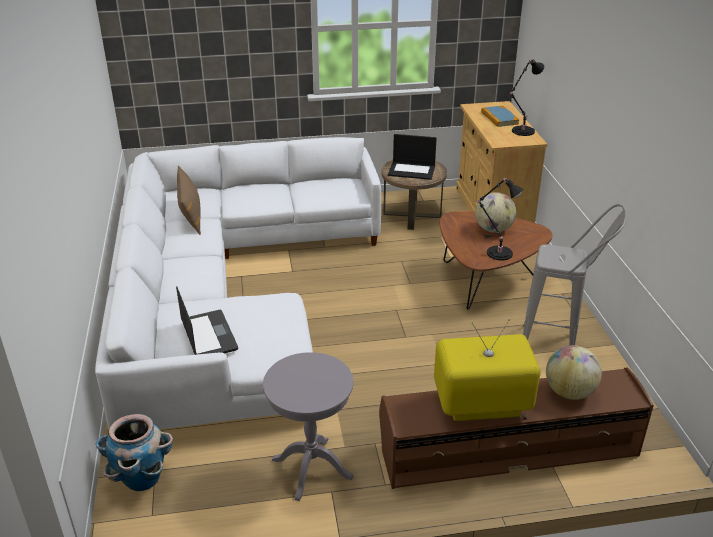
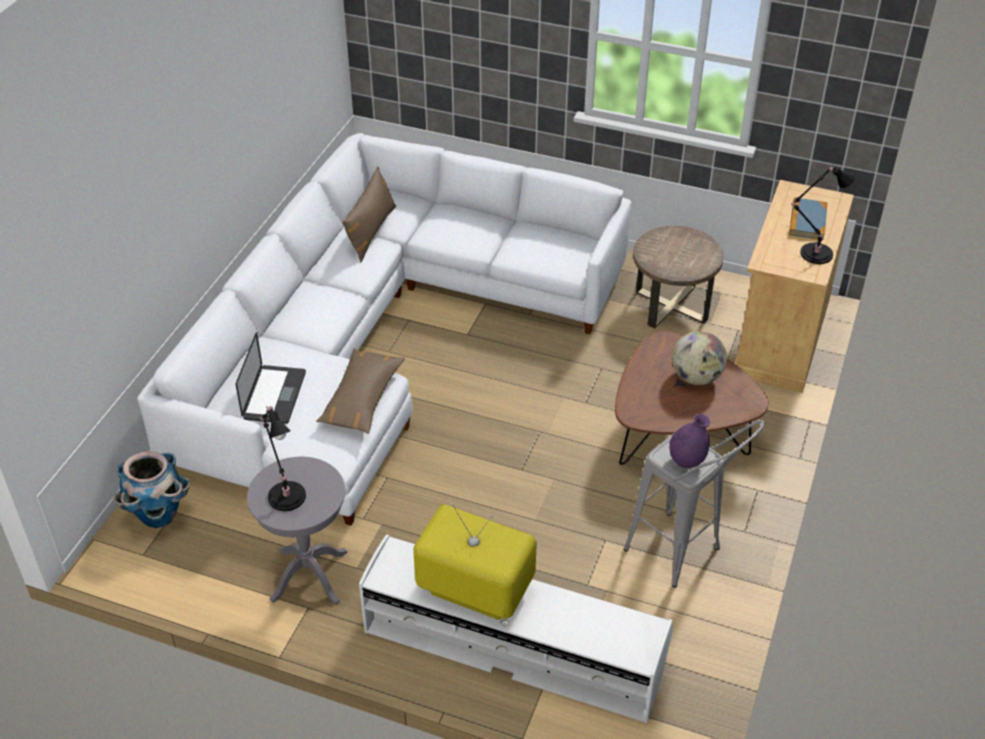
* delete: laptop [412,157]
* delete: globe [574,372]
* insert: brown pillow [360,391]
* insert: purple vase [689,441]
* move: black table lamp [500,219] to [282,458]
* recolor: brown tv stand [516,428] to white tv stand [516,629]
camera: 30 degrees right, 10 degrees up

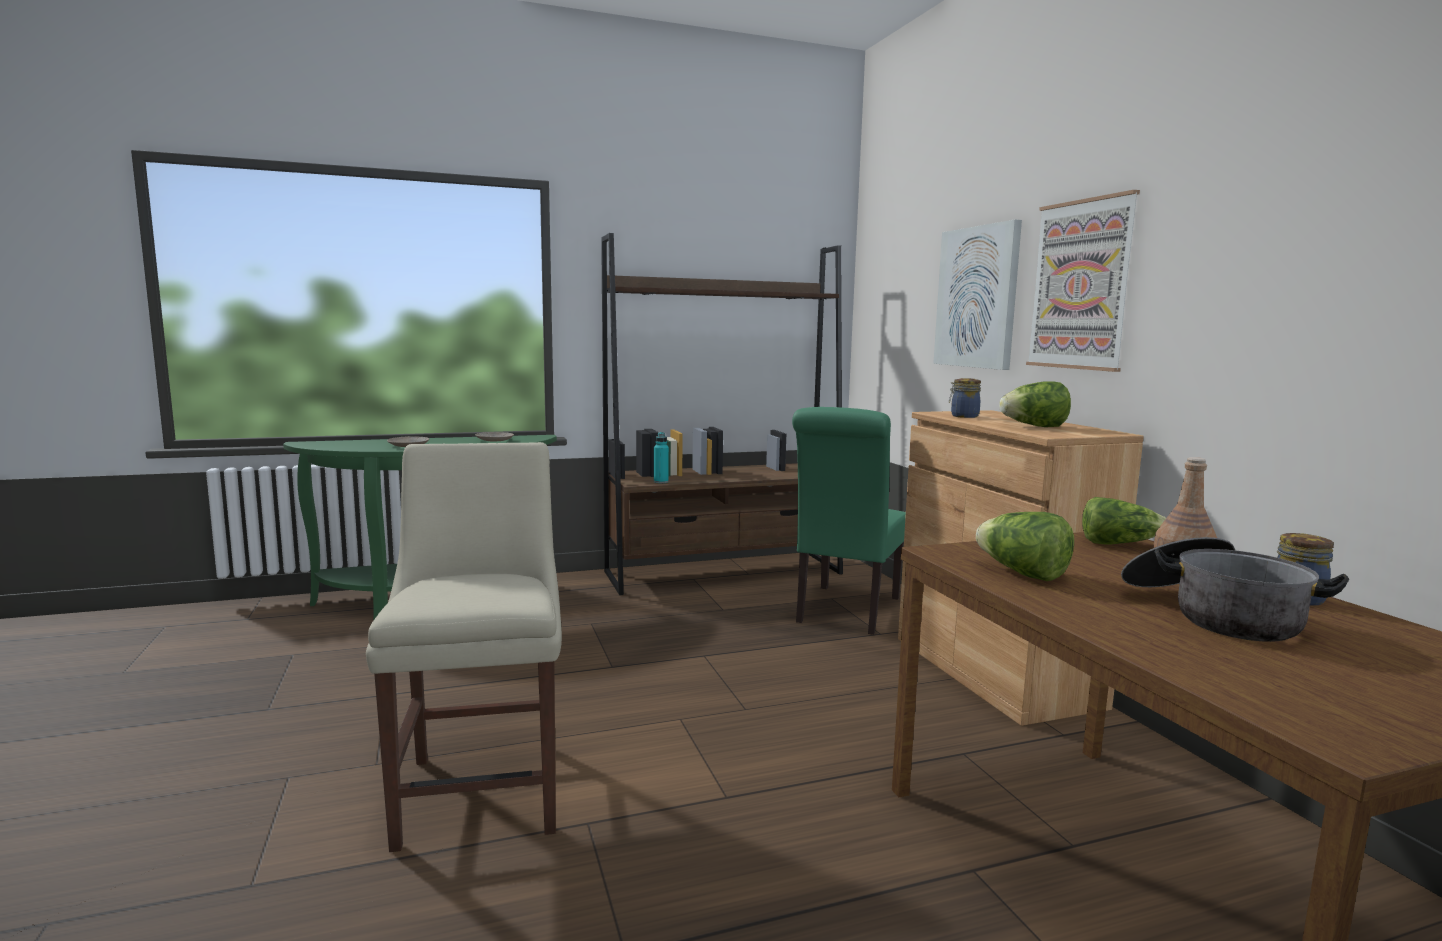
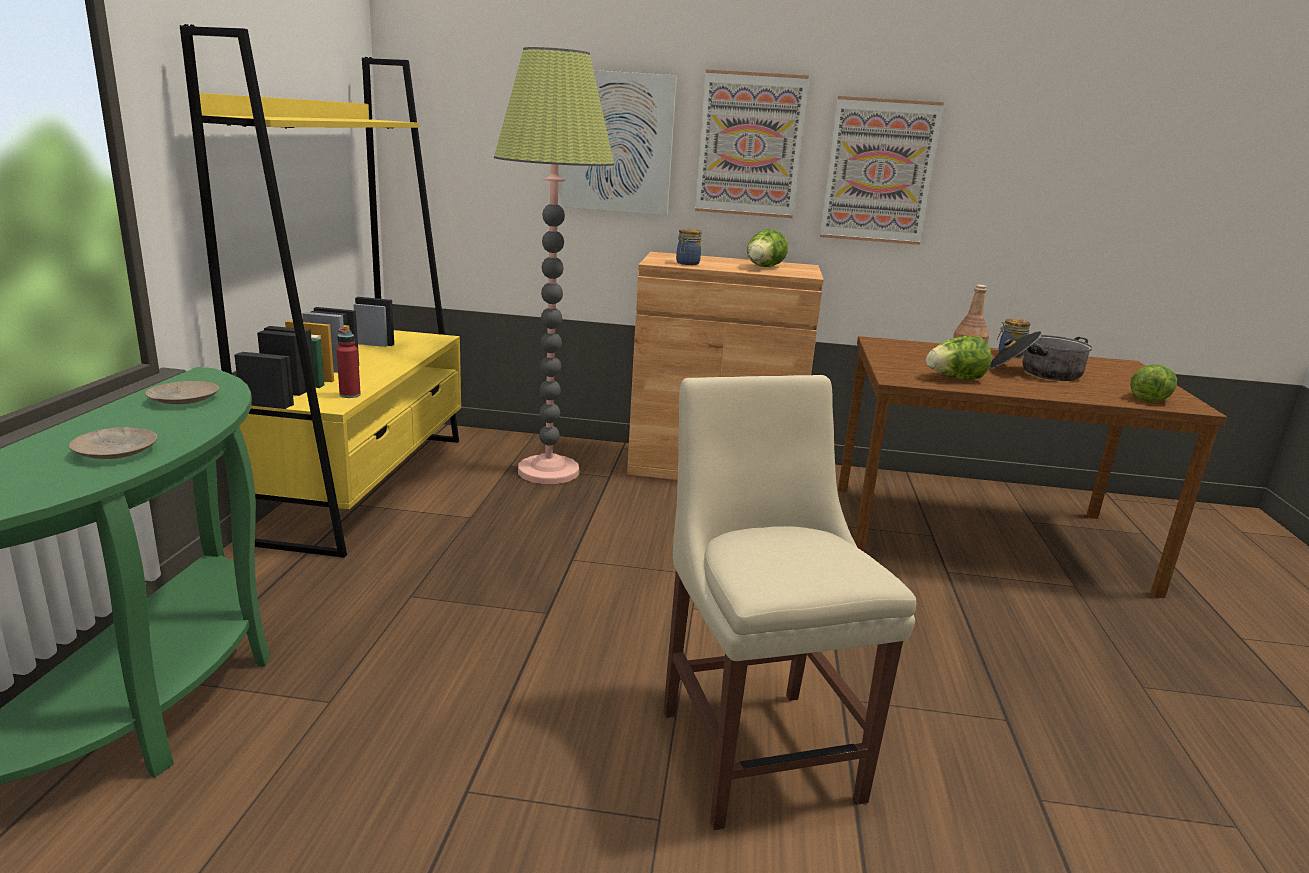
* insert: picture [882,170]
* move: lettuce [1124,520] to [1153,383]
* replace: green chair [849,521] to floor lamp [554,265]
* recolor: brown bookcase [722,414] to yellow bookcase [320,291]
* recolor: turquoise bottle [661,457] to red bottle [348,363]
* rotate: beige chair [464,647] = [789,602] 60 degrees clockwise
camera: 65 degrees left, 10 degrees up

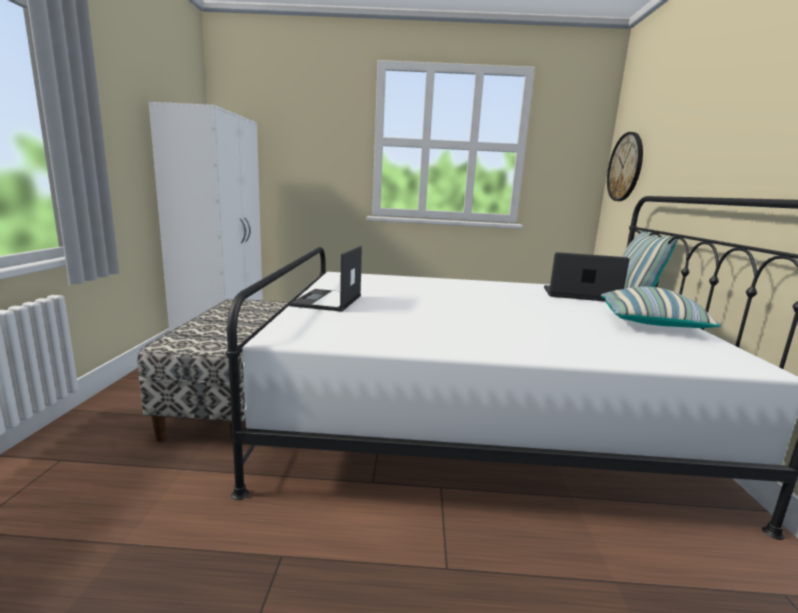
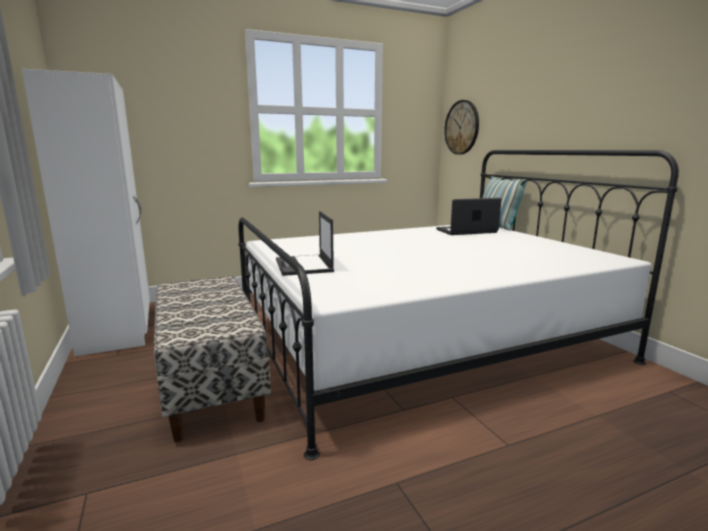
* delete: pillow [661,307]
camera: 25 degrees left, 0 degrees up

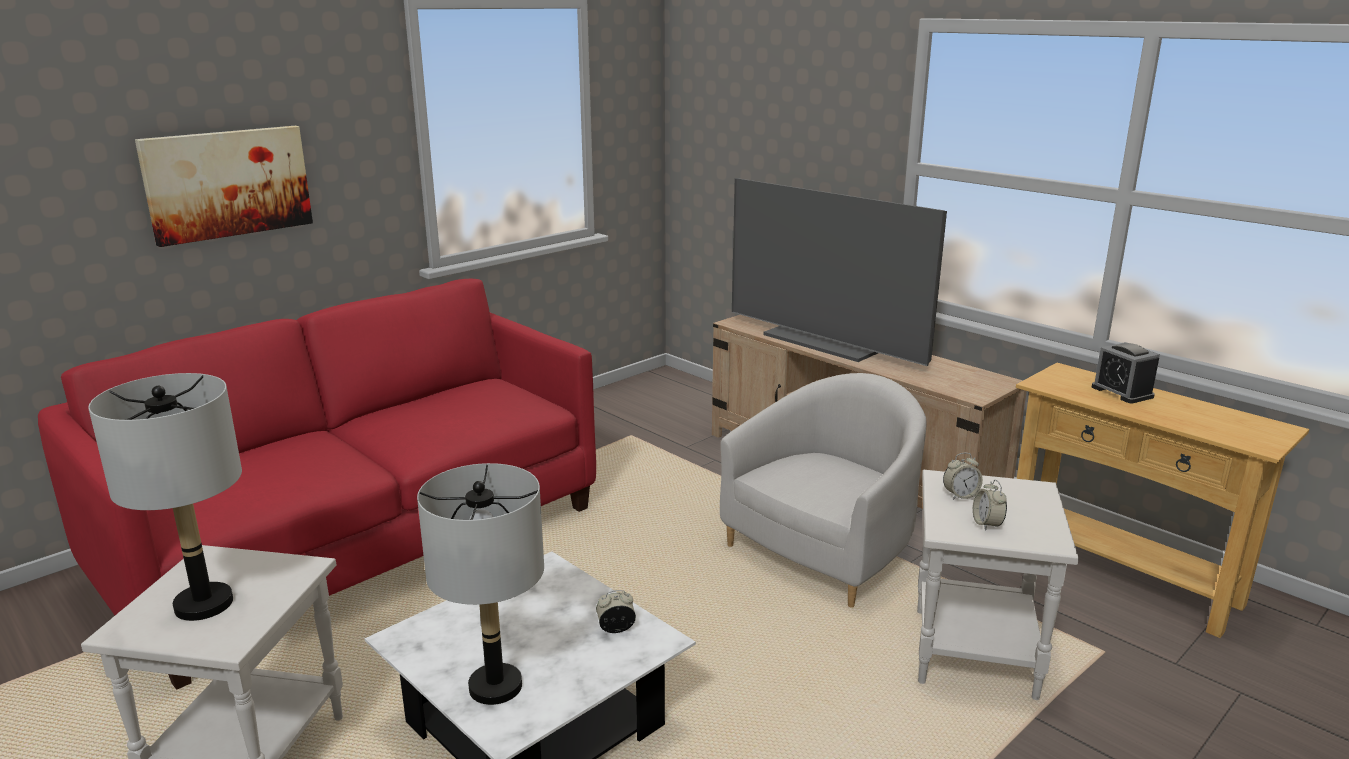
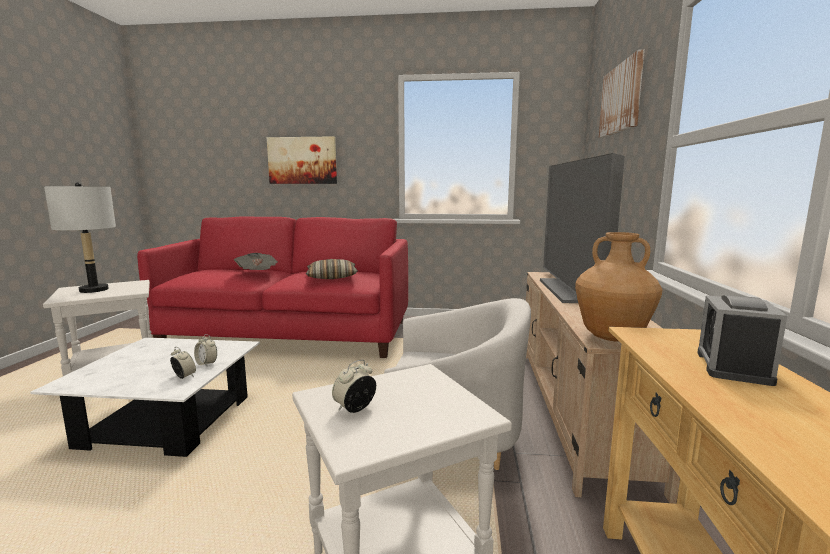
* delete: grey table lamp [480,584]
* insert: newspaper [256,261]
* insert: pillow [332,269]
* insert: brown vase [618,286]
* insert: picture [622,93]
* move: alarm clock [963,476] to [205,350]
camera: 50 degrees right, 10 degrees down

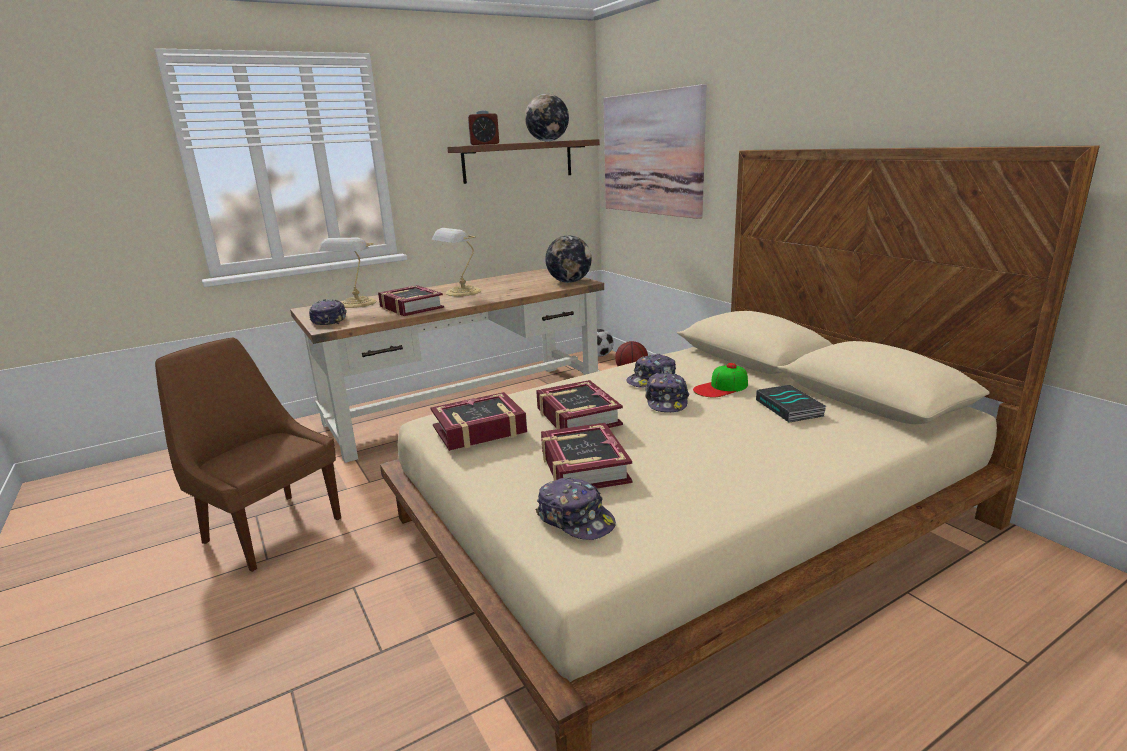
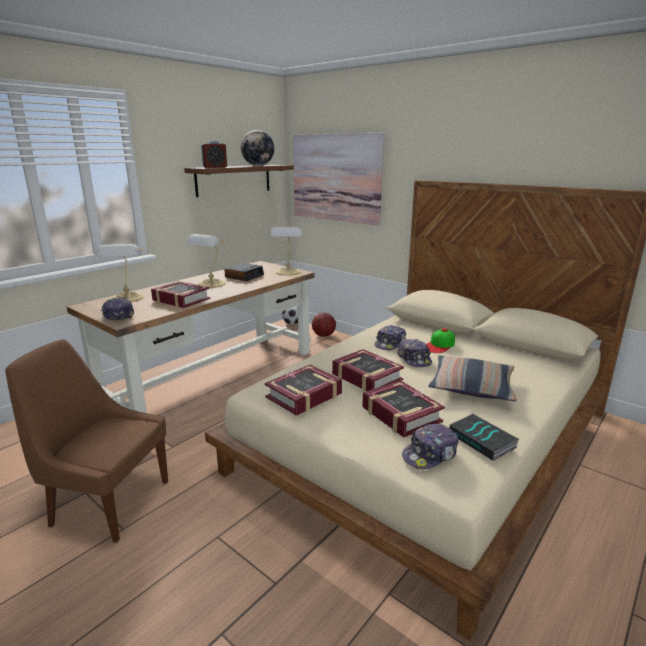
* insert: alarm clock [244,272]
* insert: pillow [472,378]
* move: book [791,404] to [484,437]
* replace: globe [568,259] to table lamp [286,251]
* rotate: cap [575,509] = [430,446] 120 degrees clockwise
camera: 20 degrees left, 0 degrees up

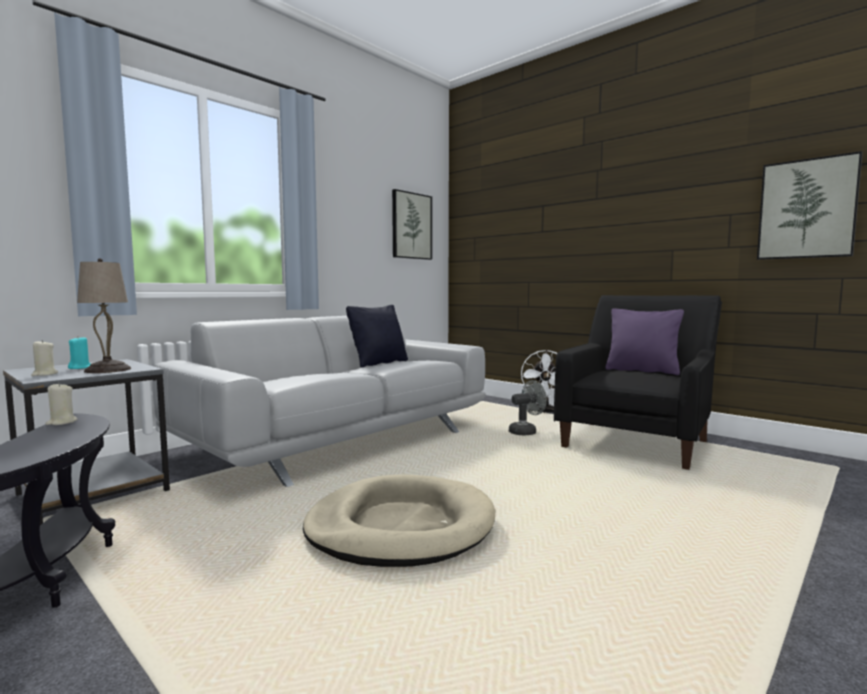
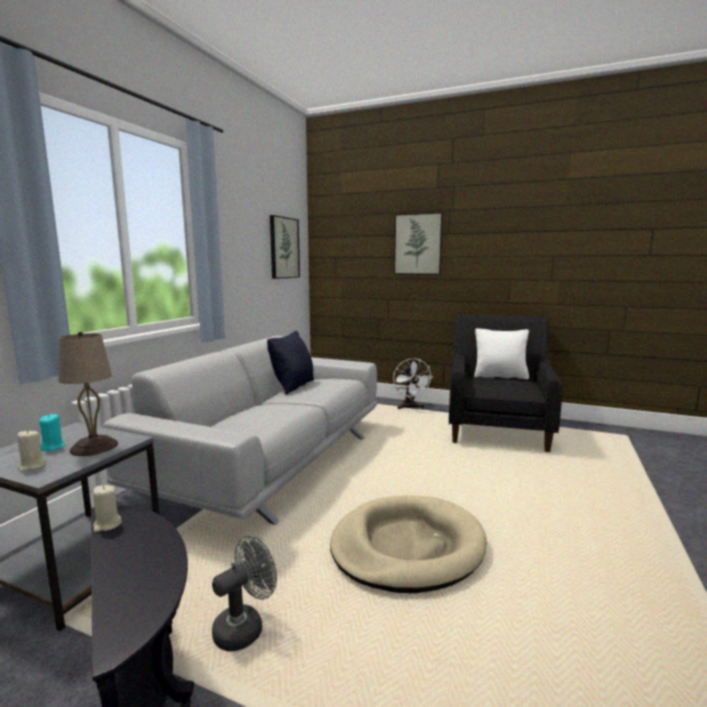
* move: grey fan [528,407] to [244,593]
* move: picture [810,205] to [418,243]
* recolor: purple pillow [644,341] to white pillow [501,354]
camera: 20 degrees left, 5 degrees up

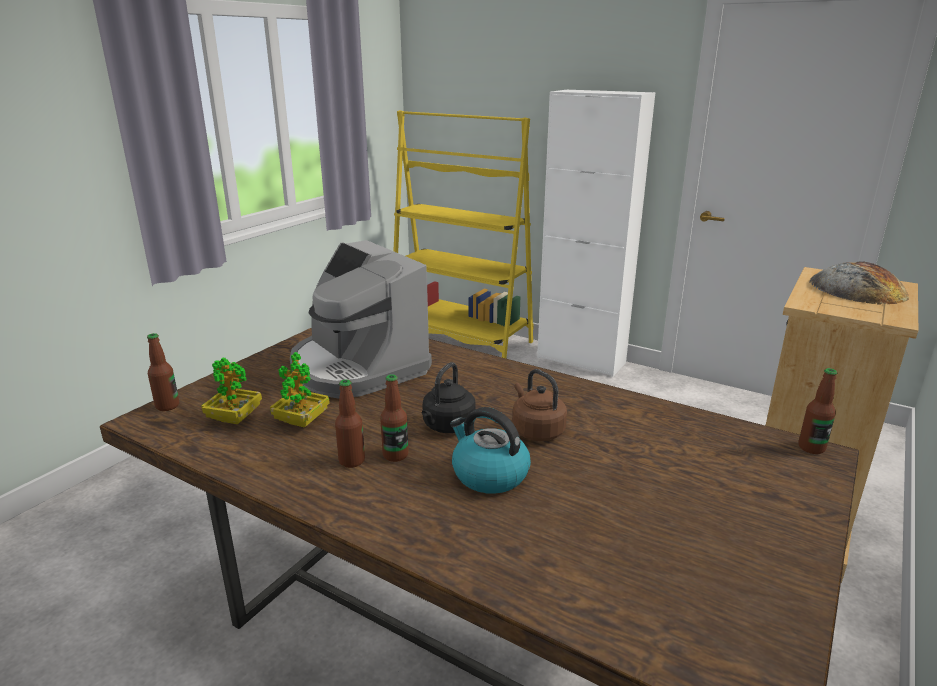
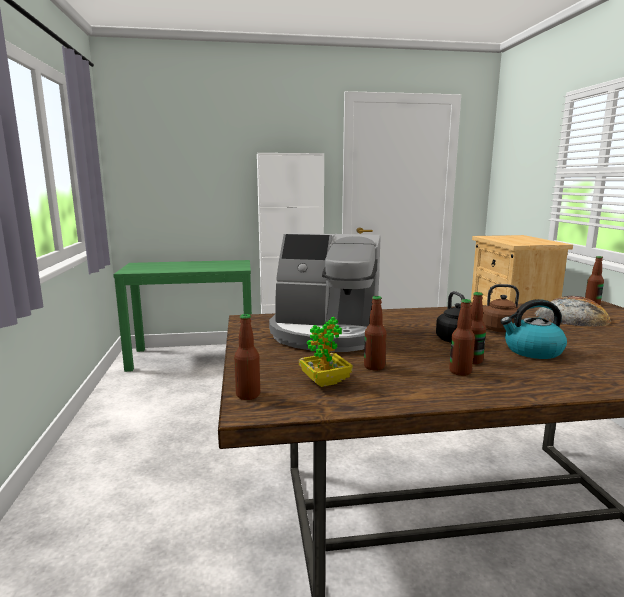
* move: bread [859,283] to [573,311]
* replace: potted plant [300,390] to bottle [375,333]
* replace: yellow bookcase [463,234] to green console table [182,316]
camera: 40 degrees left, 10 degrees down

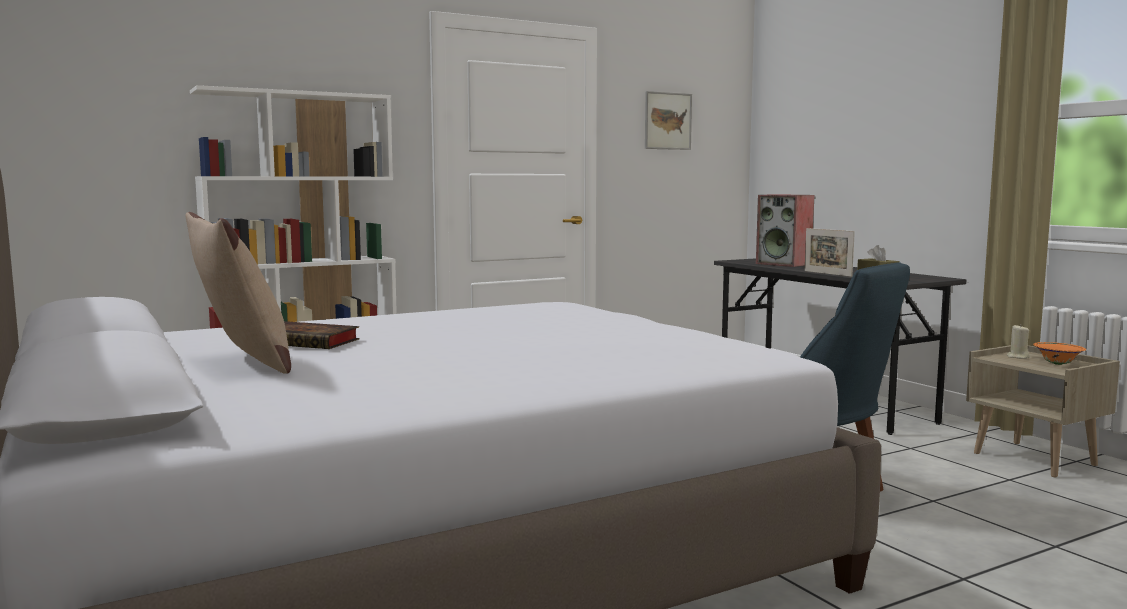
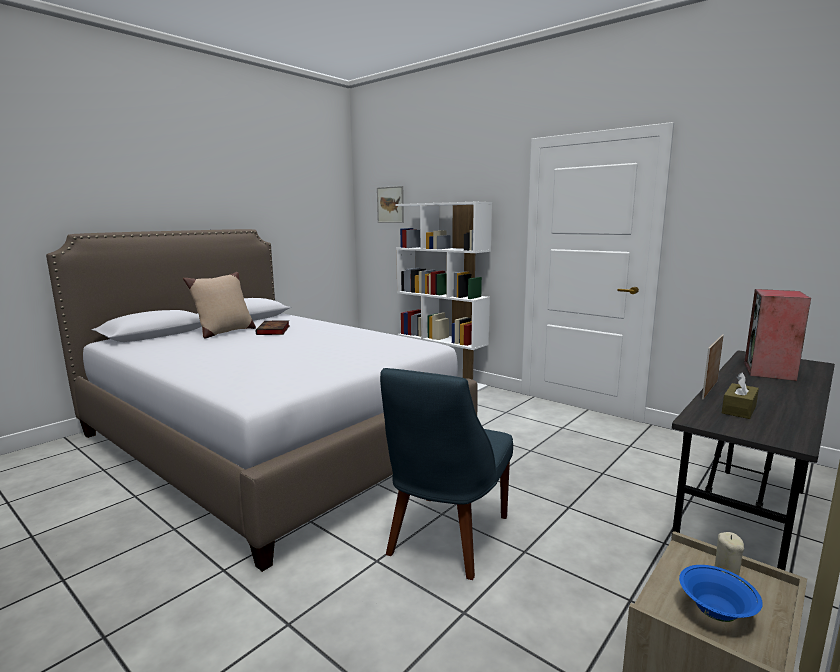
* move: picture [668,120] to [390,204]
* recolor: orange bowl [1059,353] to blue bowl [721,593]
camera: 70 degrees right, 5 degrees up

